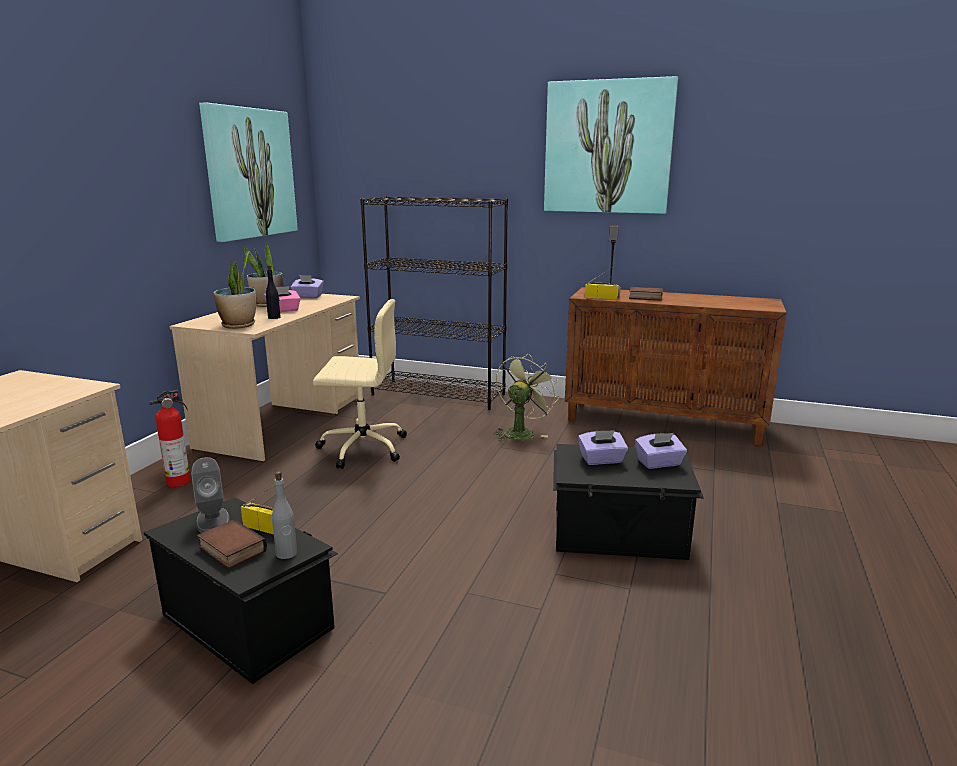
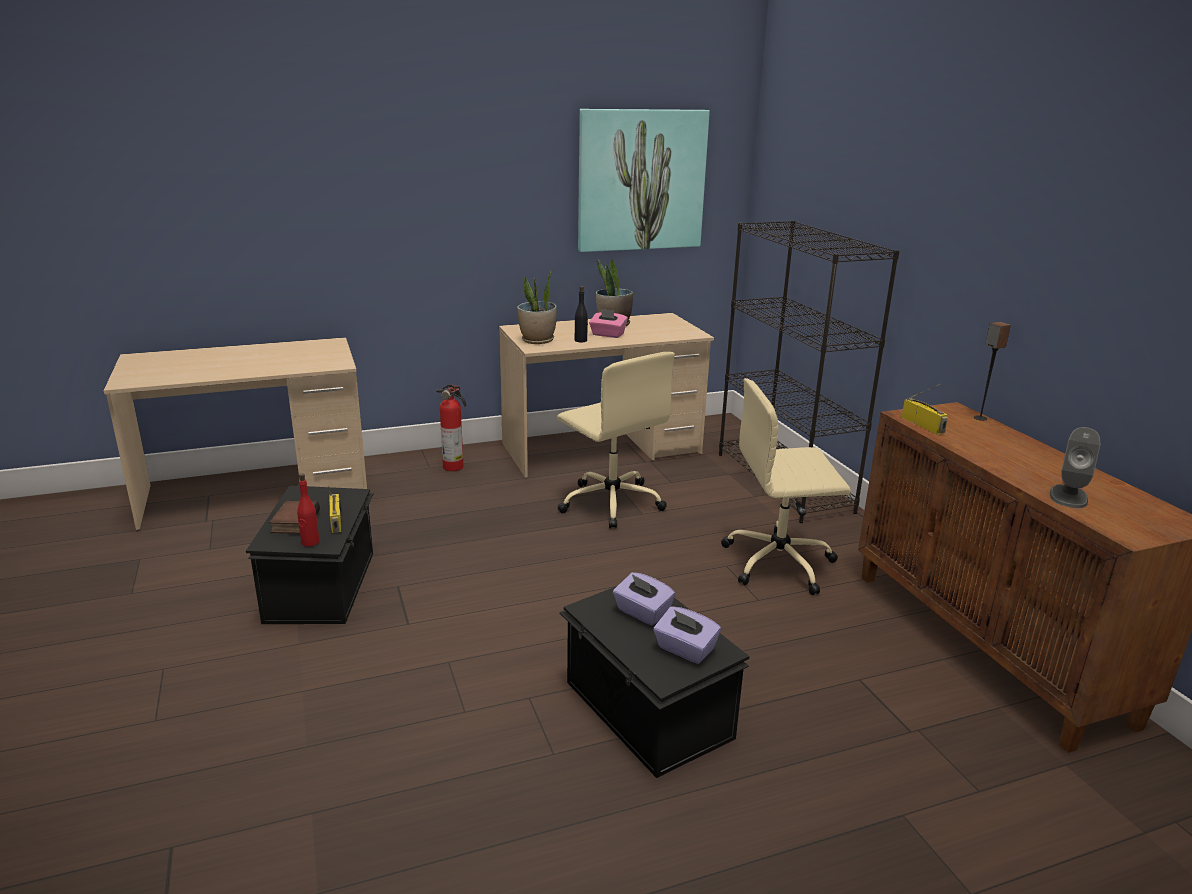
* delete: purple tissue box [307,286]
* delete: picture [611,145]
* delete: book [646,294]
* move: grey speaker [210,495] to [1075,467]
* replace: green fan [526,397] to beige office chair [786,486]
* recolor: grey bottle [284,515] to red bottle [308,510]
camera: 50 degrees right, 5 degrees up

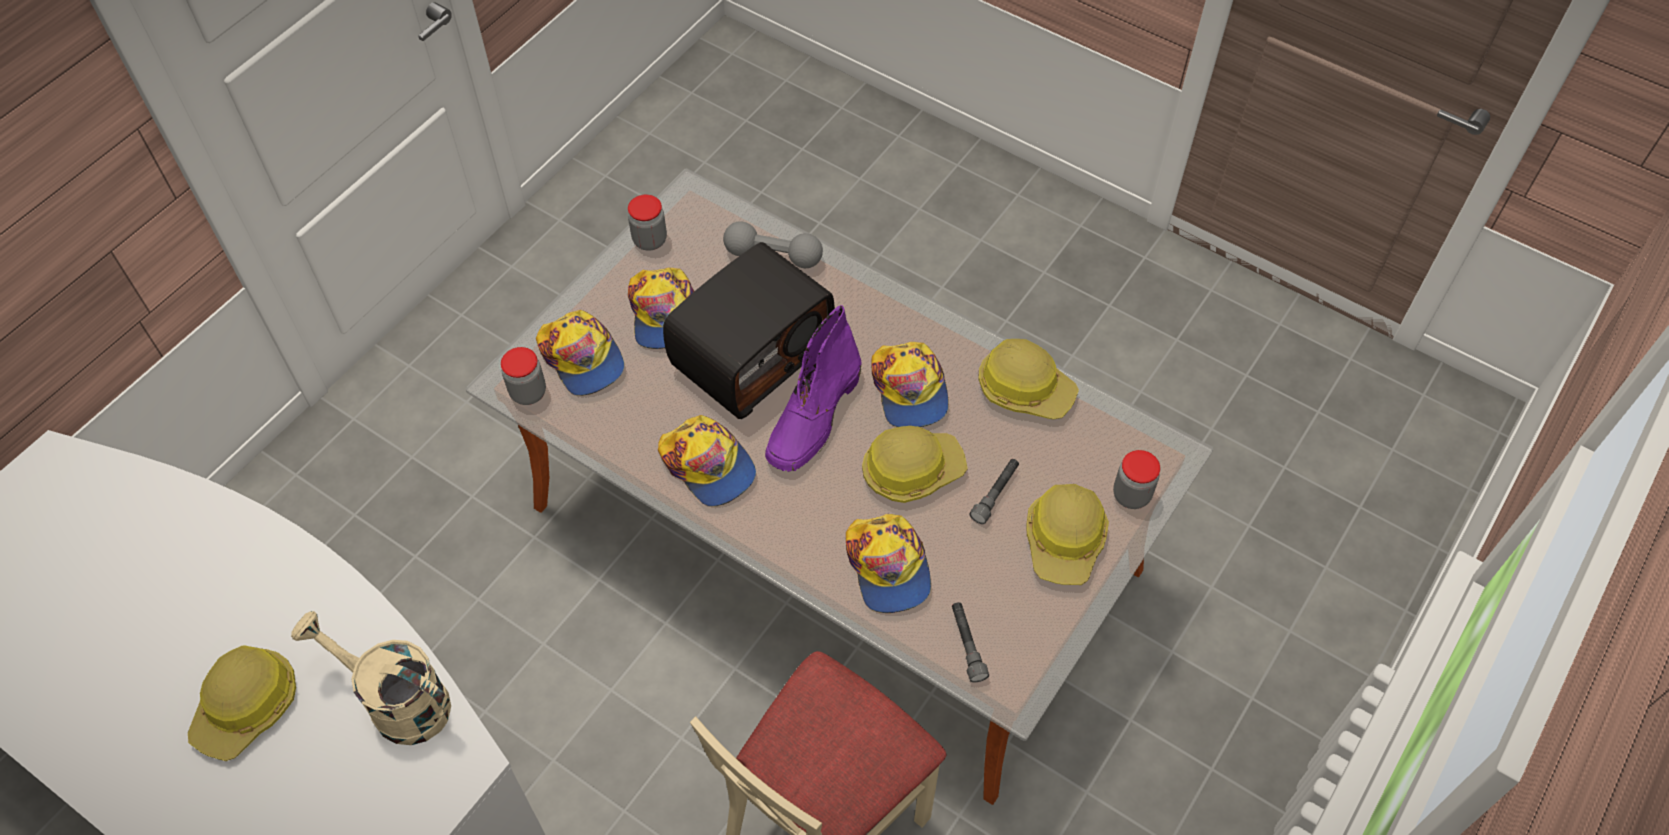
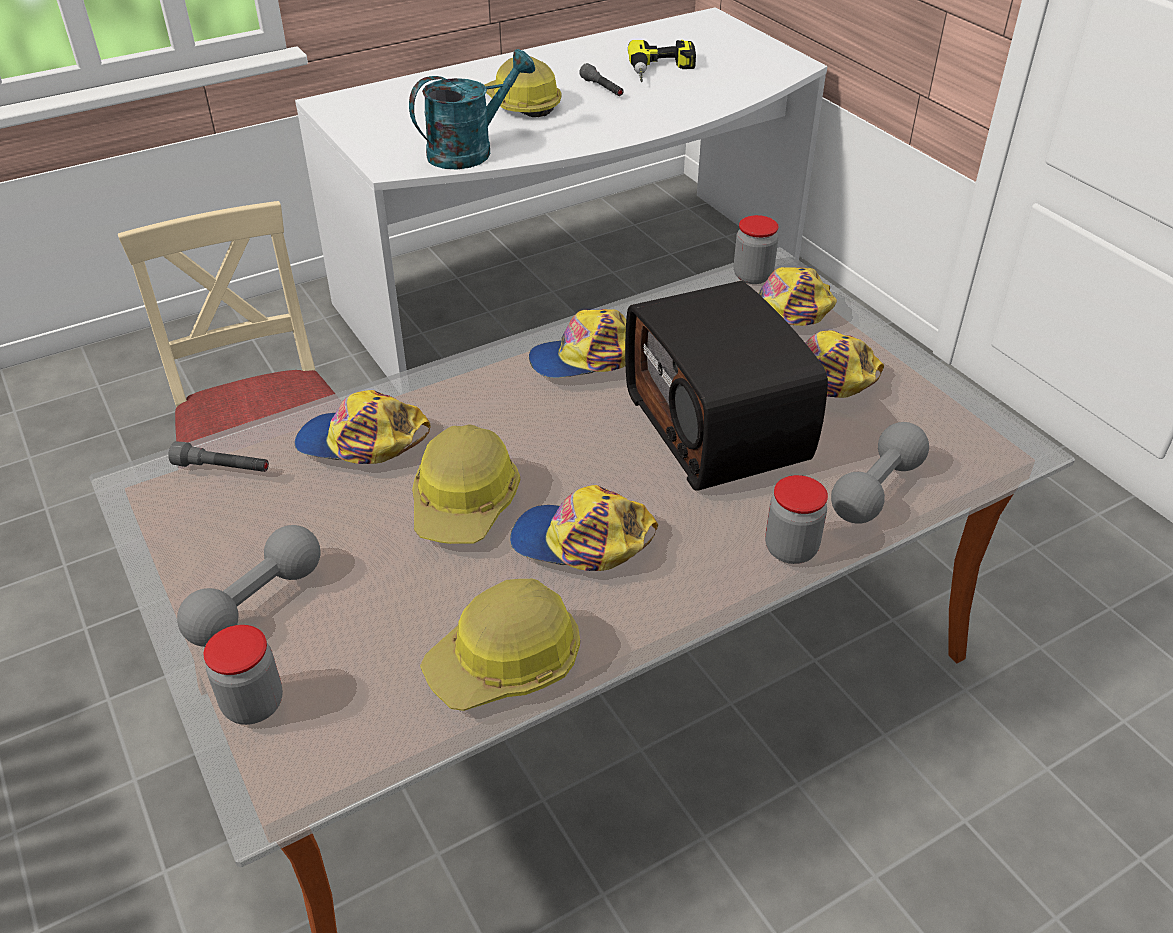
* delete: purple boot [813,388]
* insert: power drill [662,61]
* move: jar [647,222] to [796,519]
* move: grey flashlight [994,491] to [601,79]
* replace: hard hat [1067,534] to grey dumbbell [249,586]
* recolor: beige watering can [371,678] to turquoise watering can [472,109]
camera: 115 degrees right, 15 degrees down

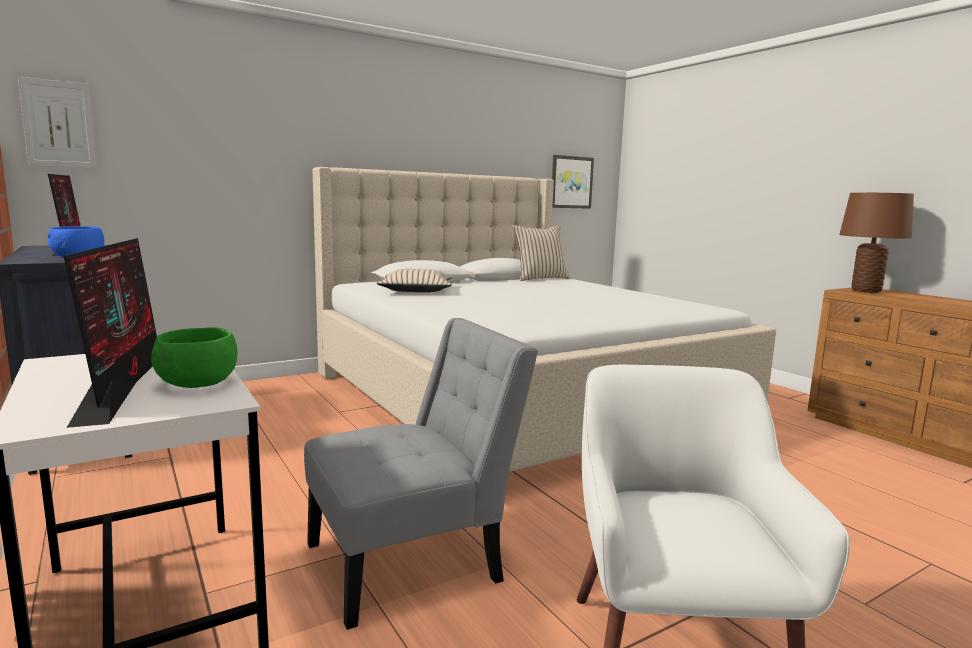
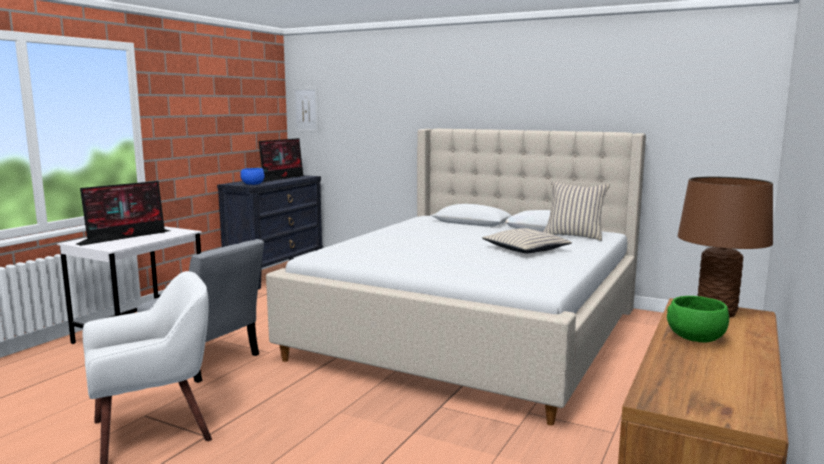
* delete: picture [573,182]
* move: green bowl [194,358] to [698,319]
* move: beige pillow [414,280] to [527,240]
camera: 60 degrees right, 0 degrees up

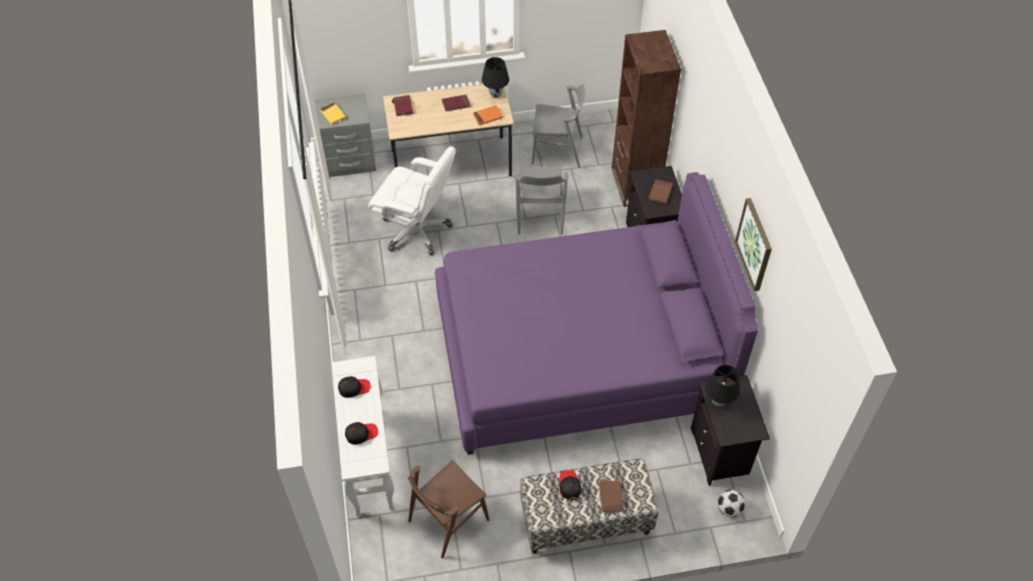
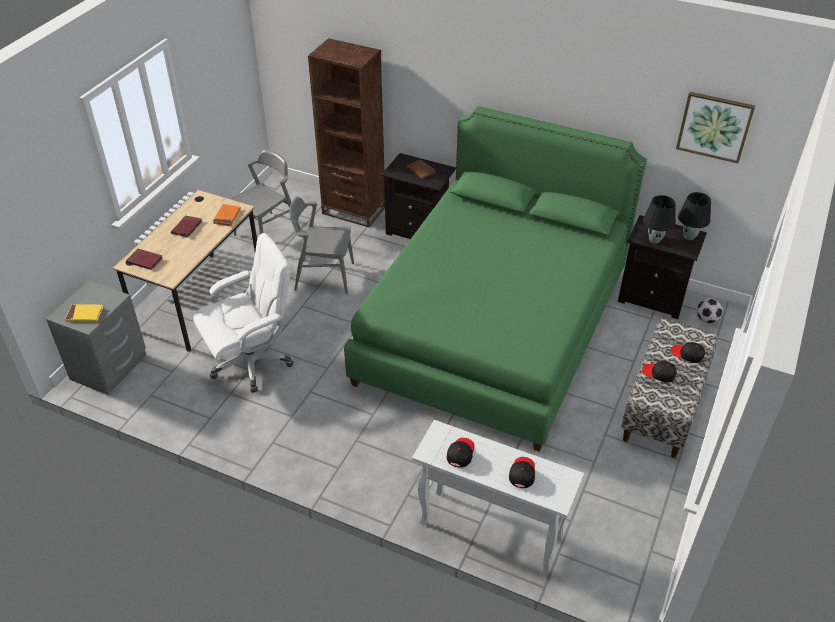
* delete: brown chair [449,509]
* move: black table lamp [495,77] to [694,216]
* move: picture [753,244] to [715,127]
* replace: brown book [611,497] to black cap [688,352]
* recolor: purple bed [596,313] to green bed [495,278]
* rotate: grey chair [541,200] = [321,245] 150 degrees clockwise
camera: 55 degrees left, 10 degrees down

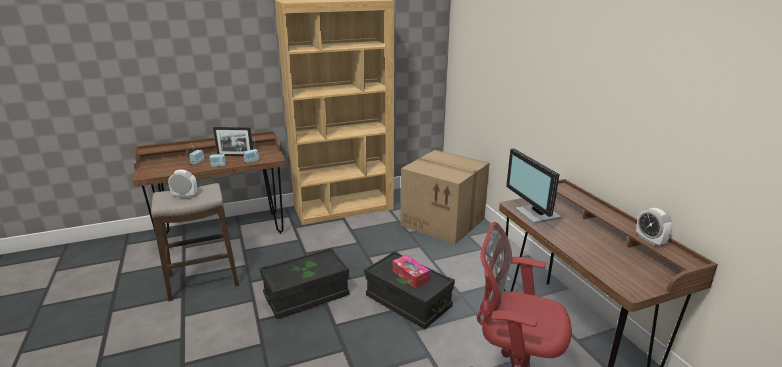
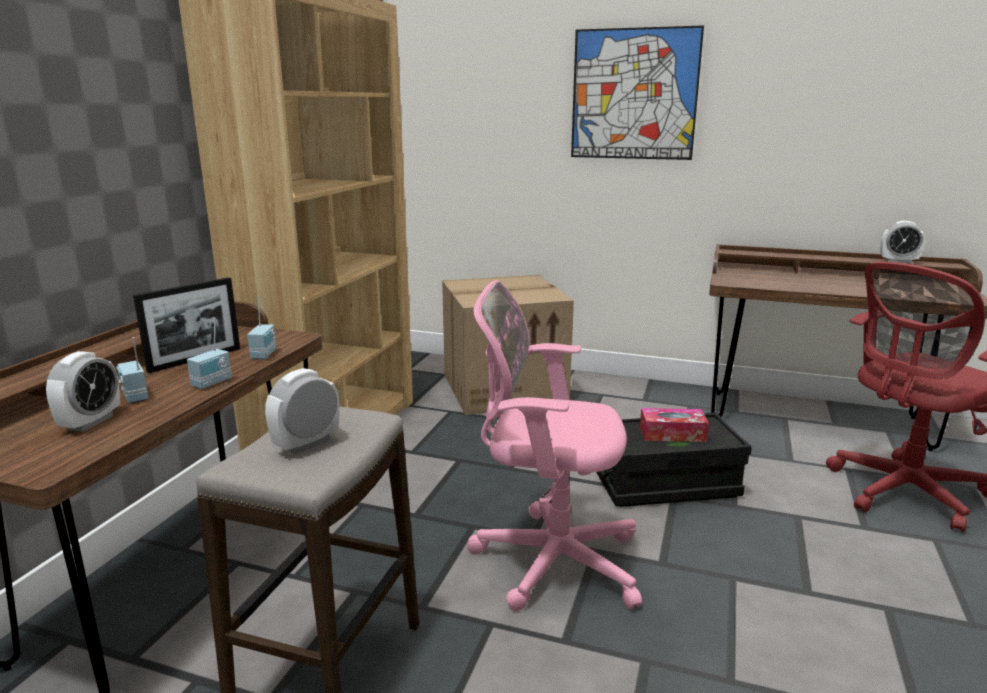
* delete: monitor [534,186]
* insert: alarm clock [83,391]
* insert: picture [637,92]
* replace: black storage box [304,283] to pink office chair [554,445]
camera: 50 degrees left, 5 degrees down

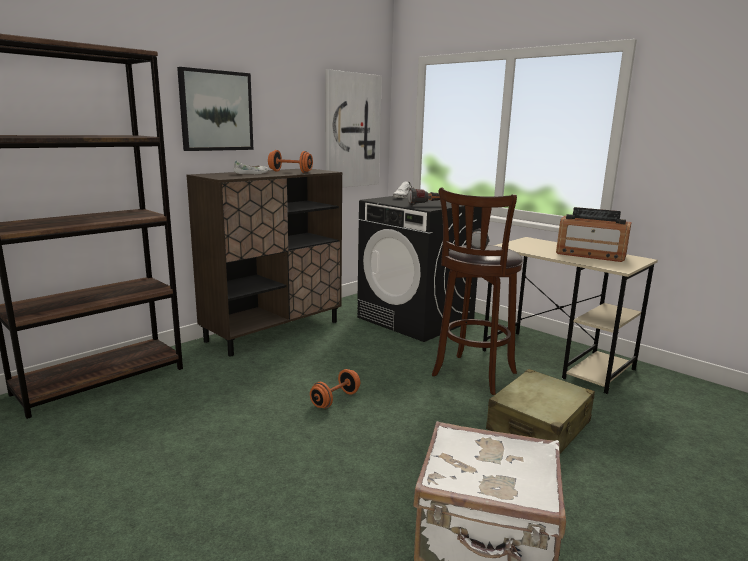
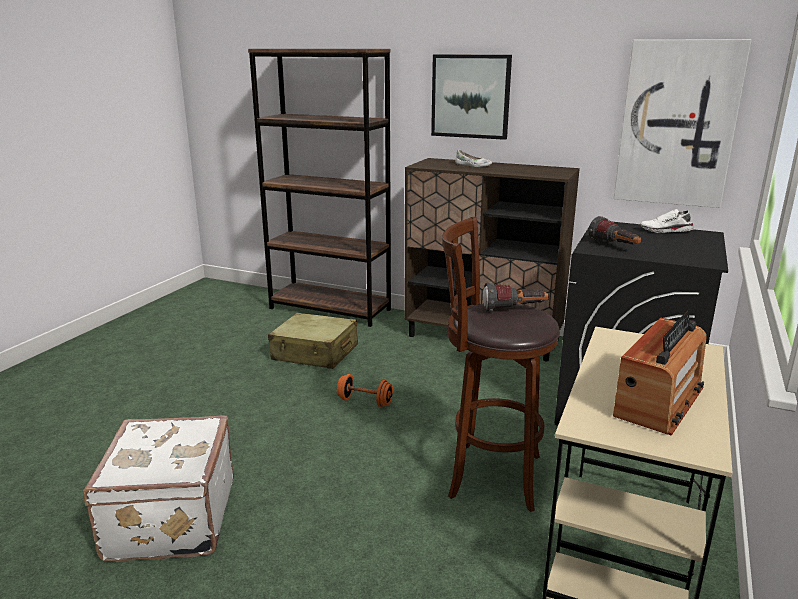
* delete: orange dumbbell [290,161]
* move: beige suitcase [540,411] to [313,341]
* rotate: radio [594,234] = [660,373] 150 degrees counterclockwise
camera: 70 degrees right, 5 degrees up

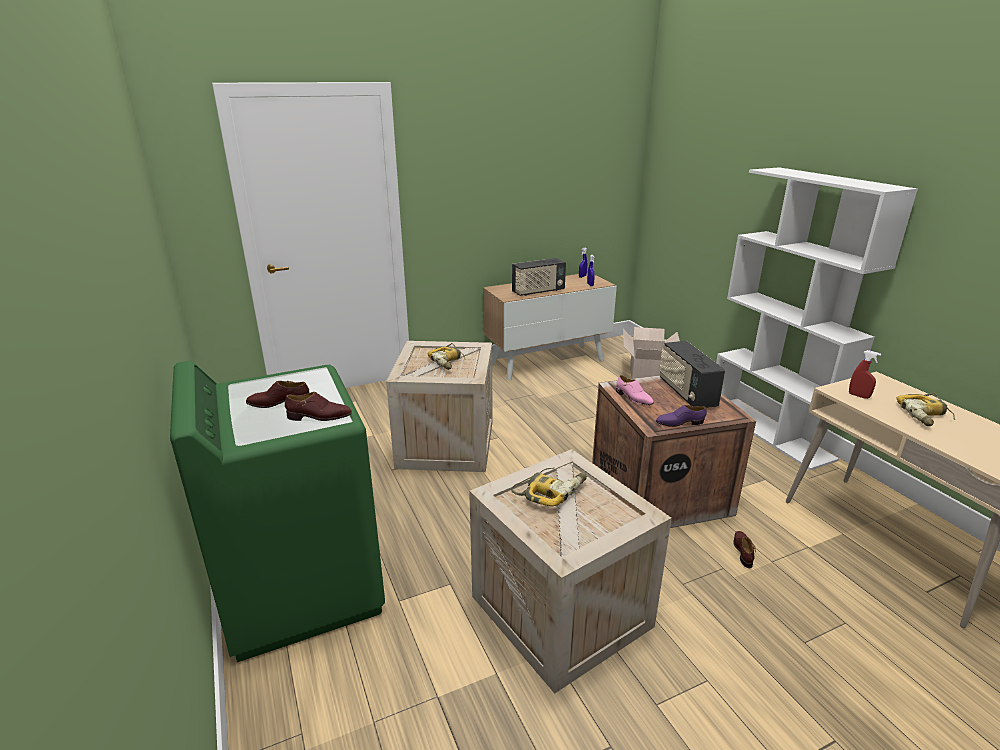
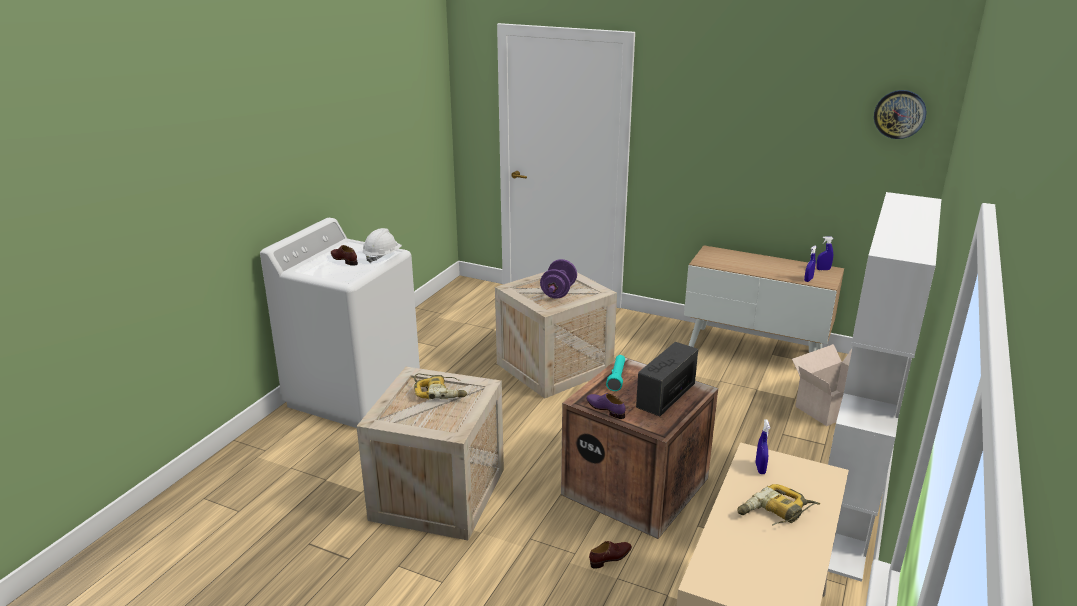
* delete: brown shoe [318,406]
* delete: radio [539,277]
* insert: white hard hat [382,245]
* insert: wall clock [900,114]
* replace: power drill [446,356] to purple dumbbell [558,279]
* replace: pink shoe [635,390] to turquoise flashlight [615,373]
* recolor: green washing machine [277,511] to white washing machine [340,323]
* recolor: red spray bottle [865,374] to blue spray bottle [763,446]
camera: 50 degrees right, 0 degrees up

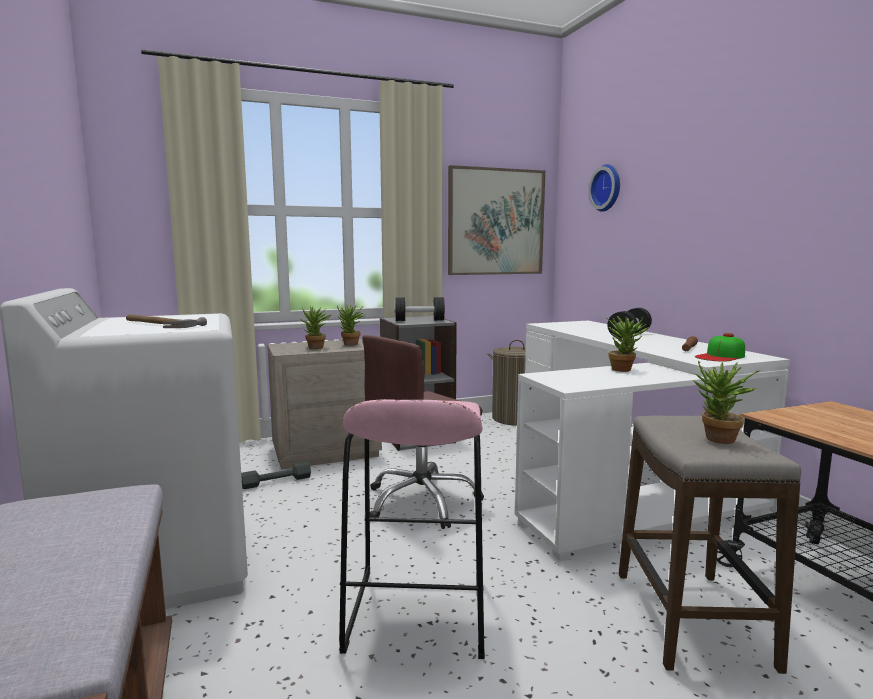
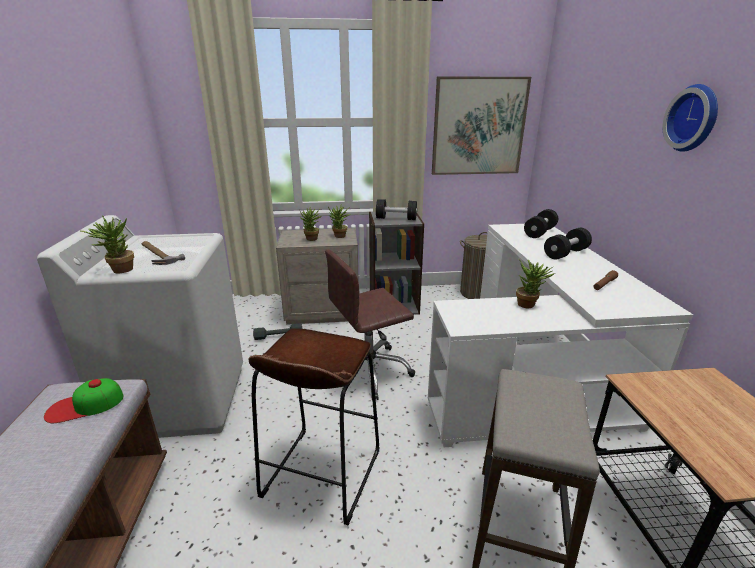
* insert: black dumbbell [541,223]
* move: wall clock [604,188] to [690,117]
* move: potted plant [726,402] to [107,244]
* move: cap [720,347] to [84,400]
* recolor: pink stool [412,529] to brown stool [314,426]
camera: 15 degrees right, 15 degrees up

